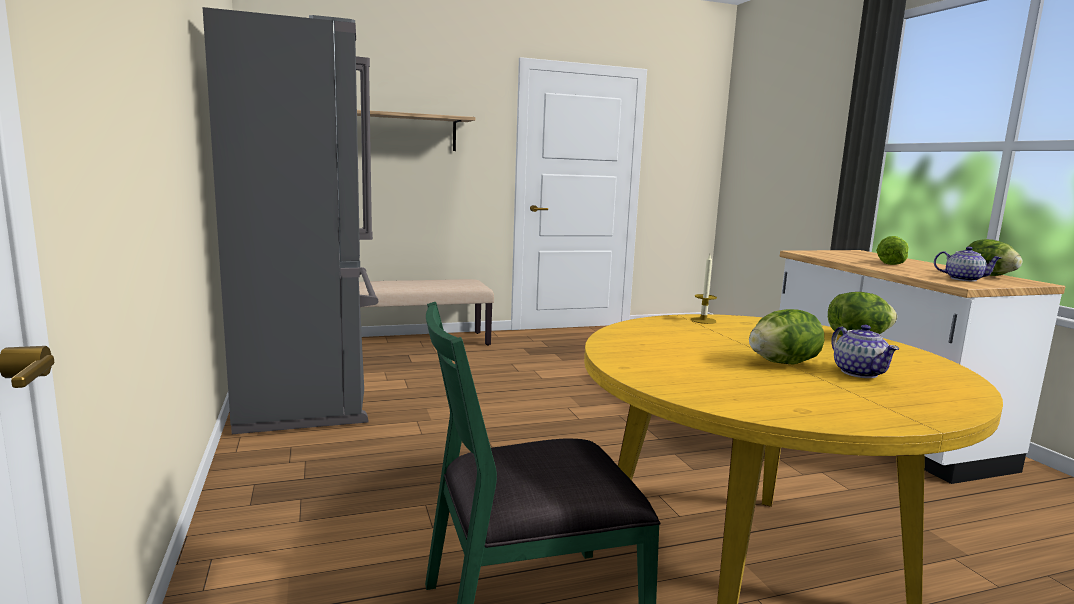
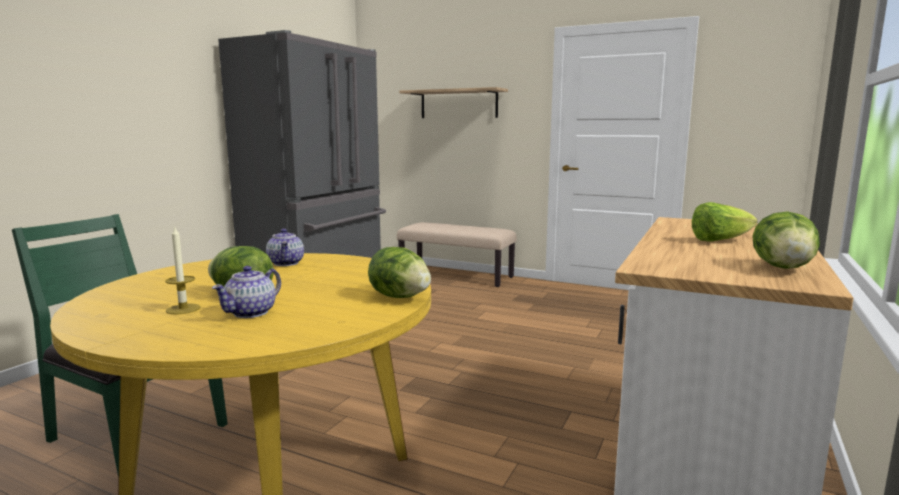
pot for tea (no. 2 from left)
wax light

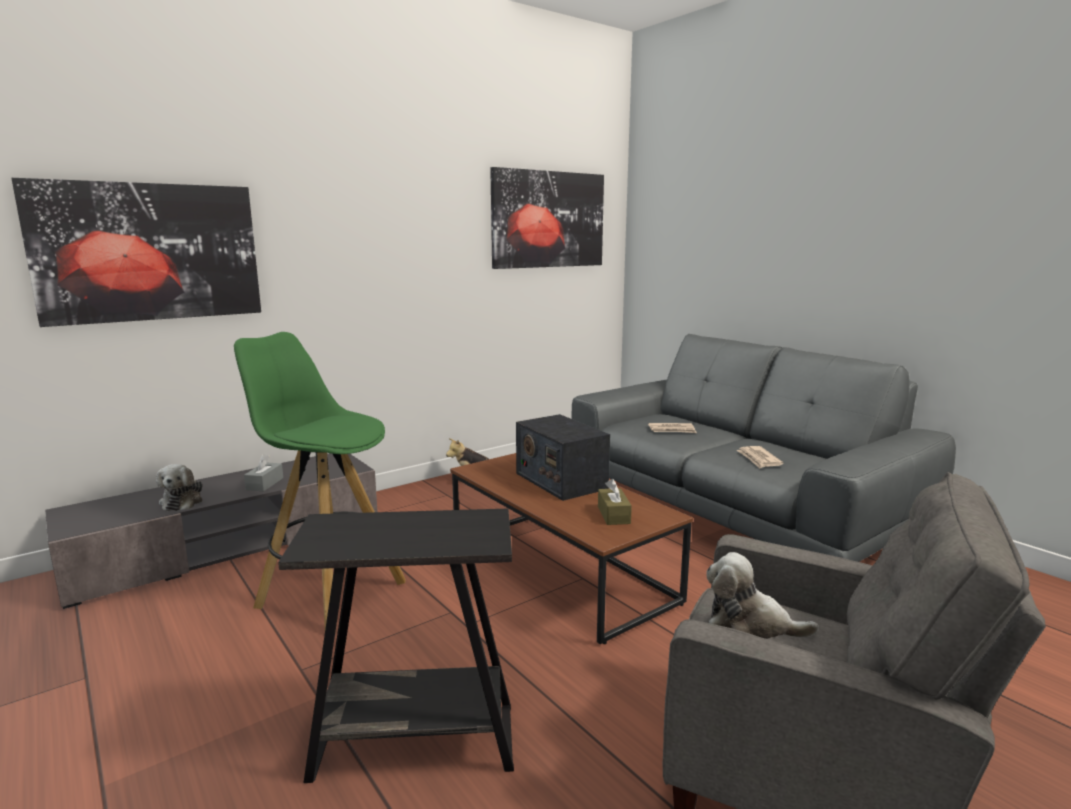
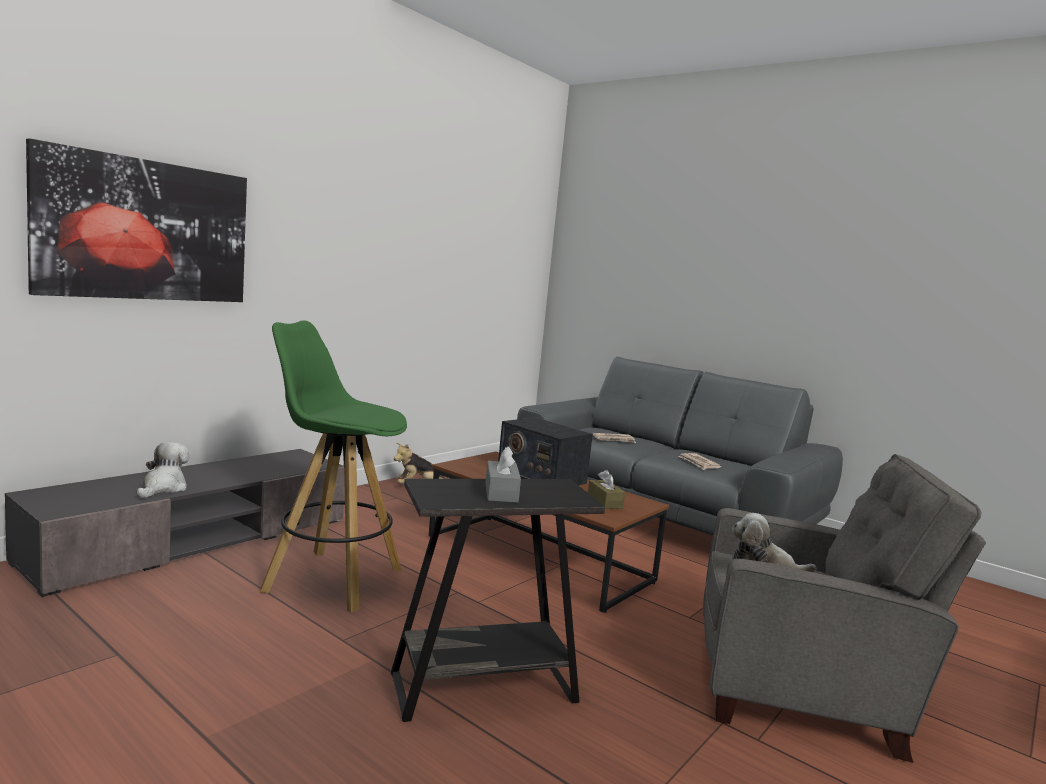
picture (no. 2 from left in the first image)
grey tissue box
plush toy (no. 1 from left)

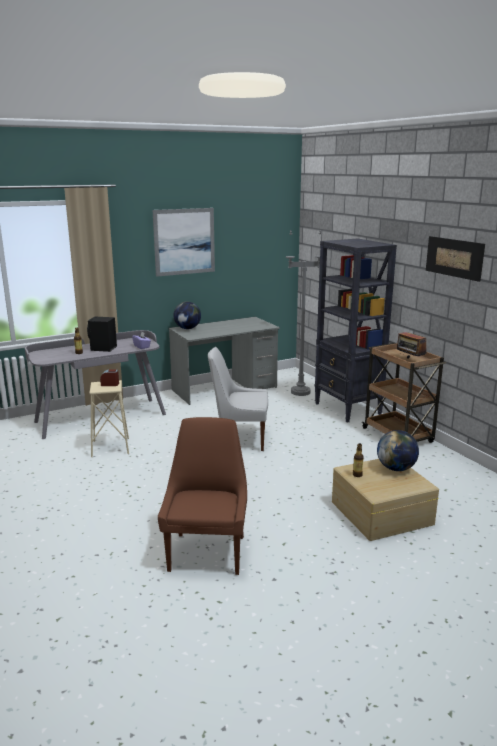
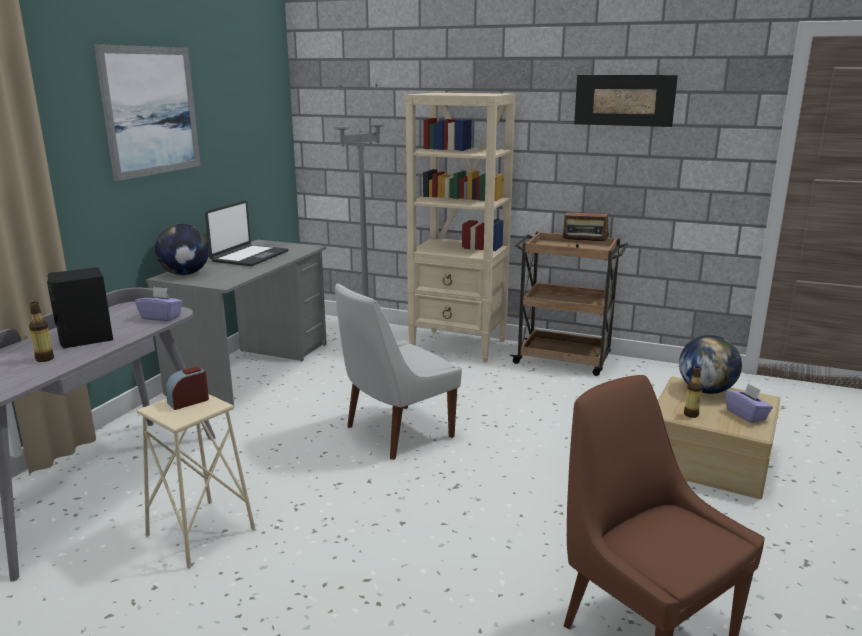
beige shelving unit
portable computer
purple-coloured tissue box (no. 2 from left)

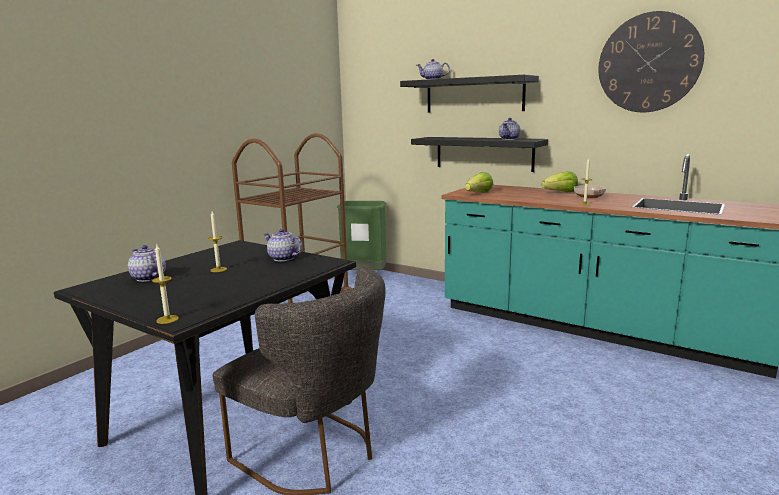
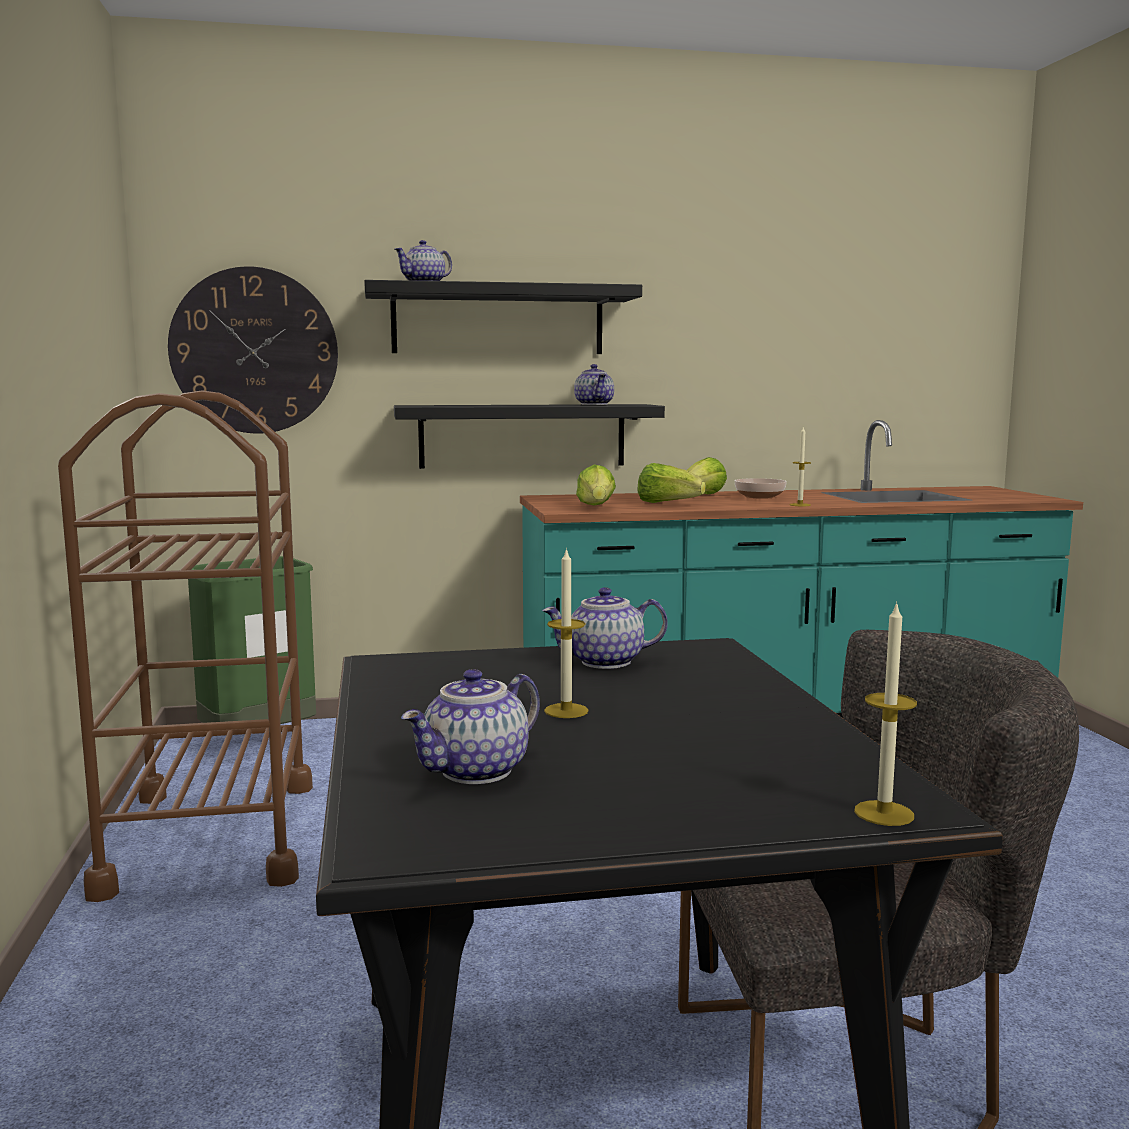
clock on the wall
pot for tea (no. 2 from left)
head of lettuce (no. 2 from left)

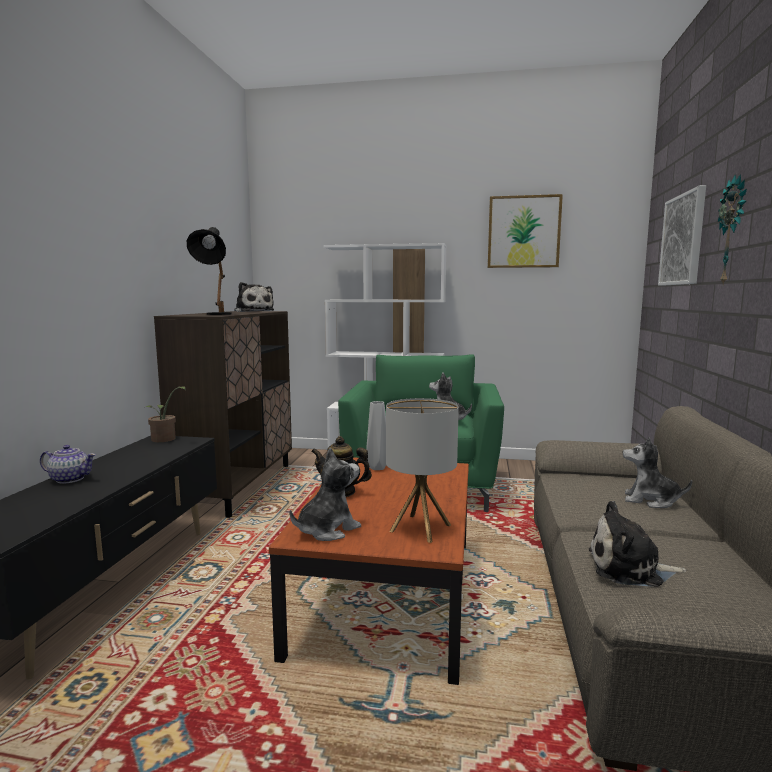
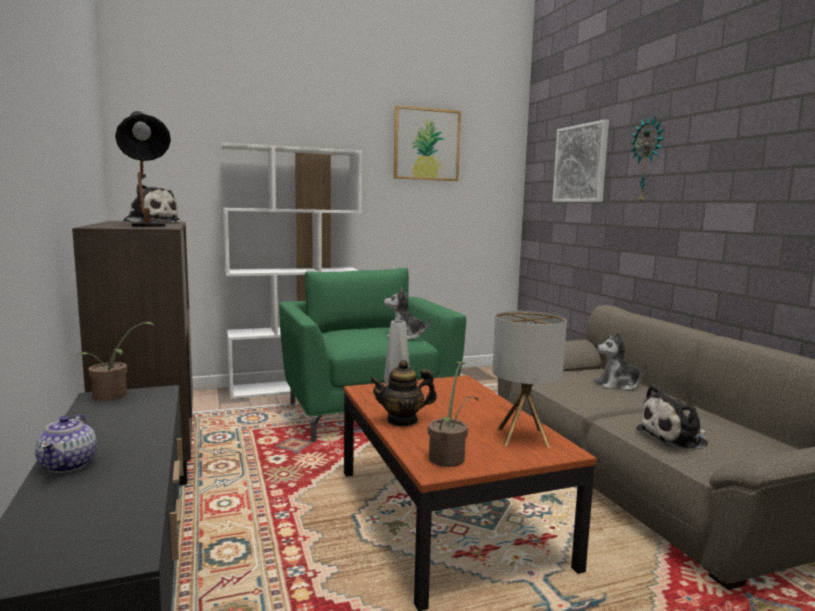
pot for tea (no. 1 from left)
potted plant (no. 2 from left)

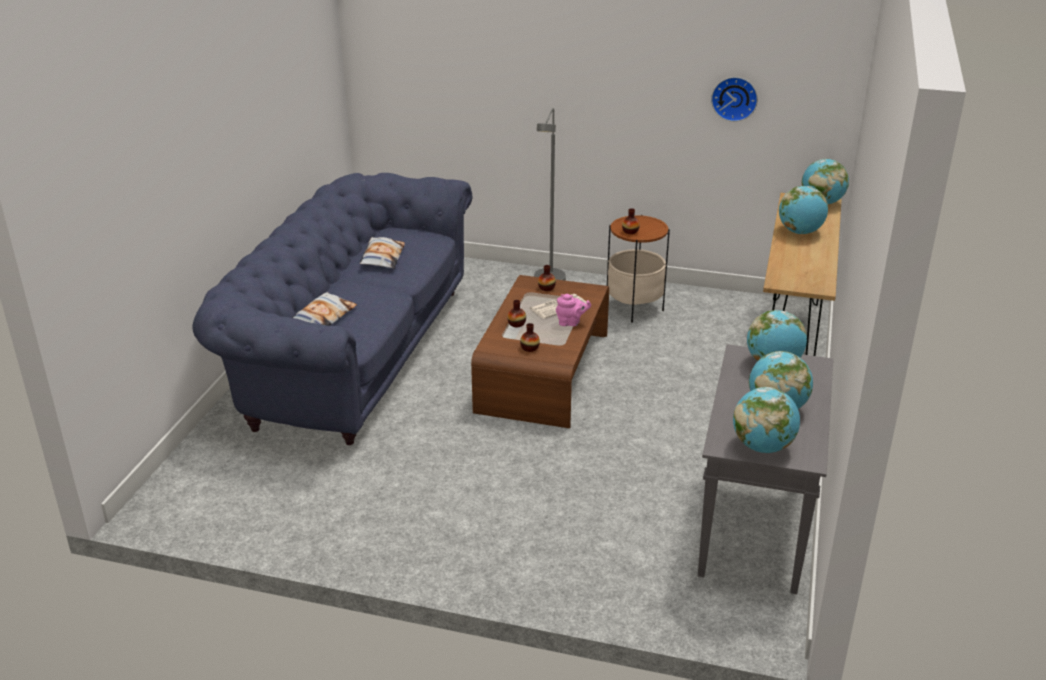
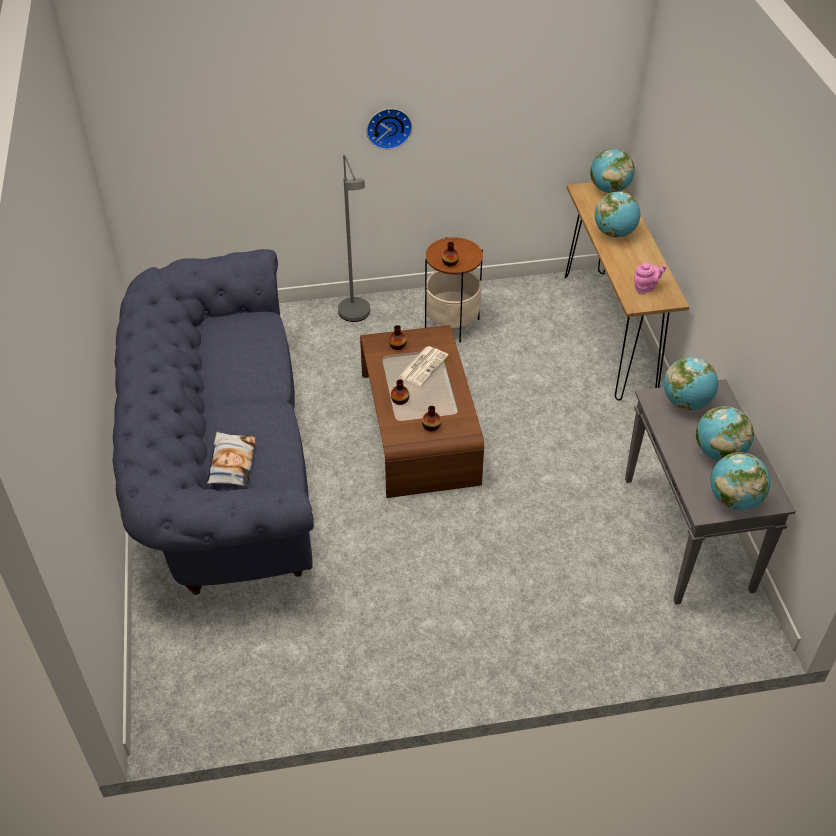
clock on the wall
pillow (no. 2 from left in the first image)
pink-coloured pot for tea

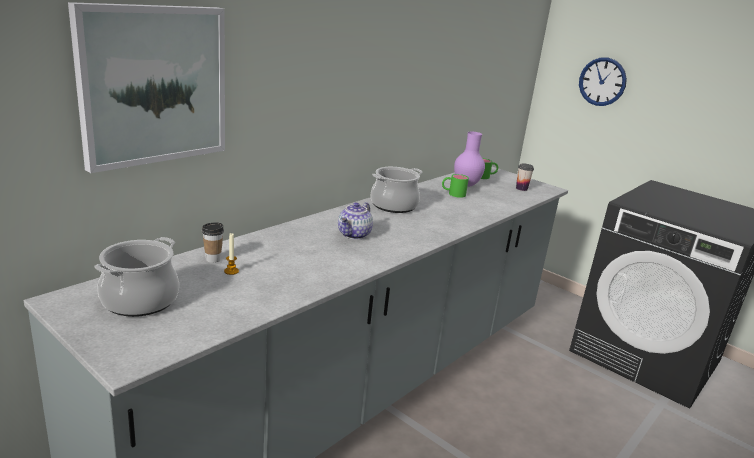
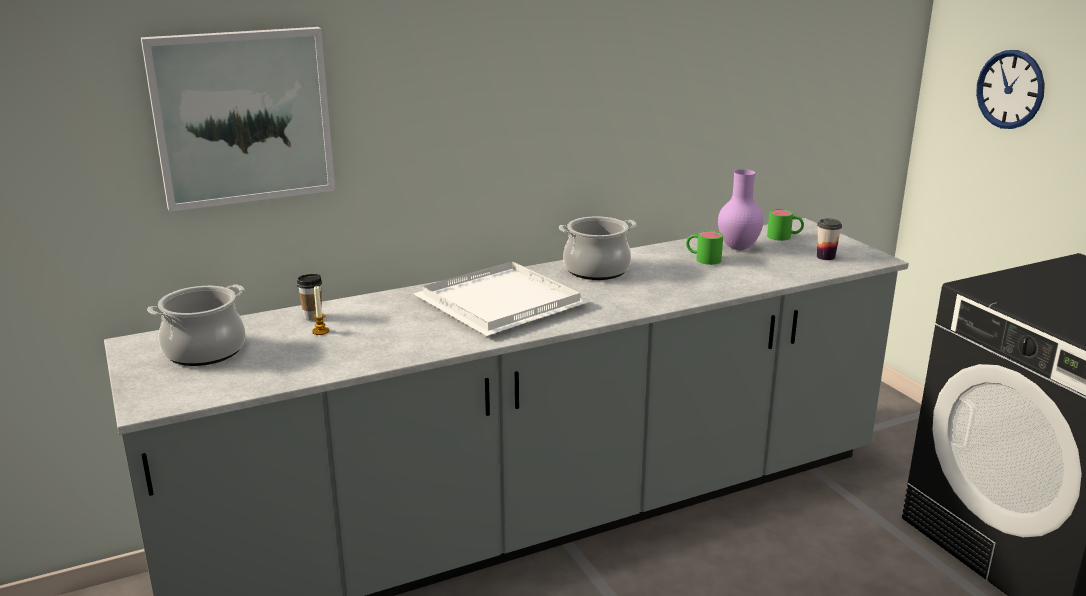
whitish carrying tray

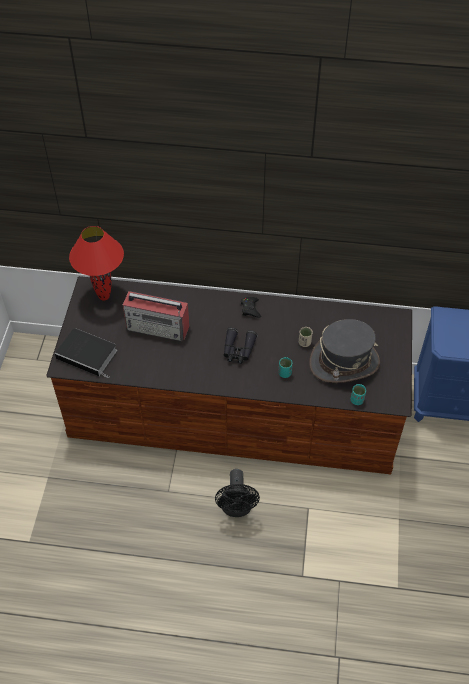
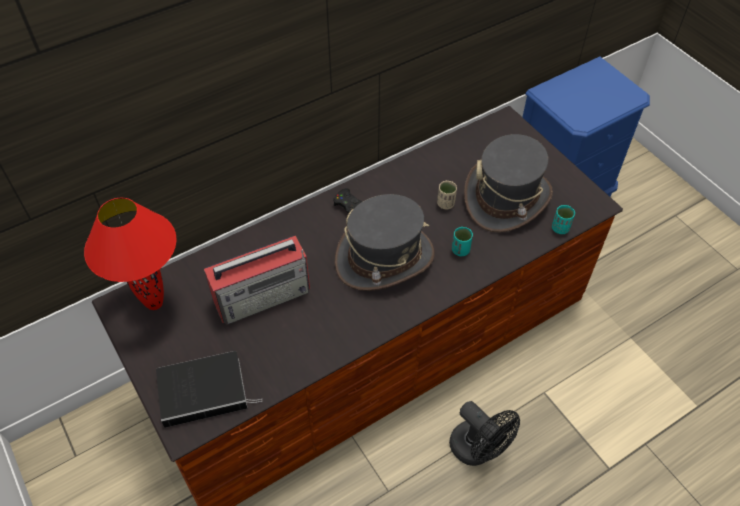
grey clothing hat (no. 1 from left)

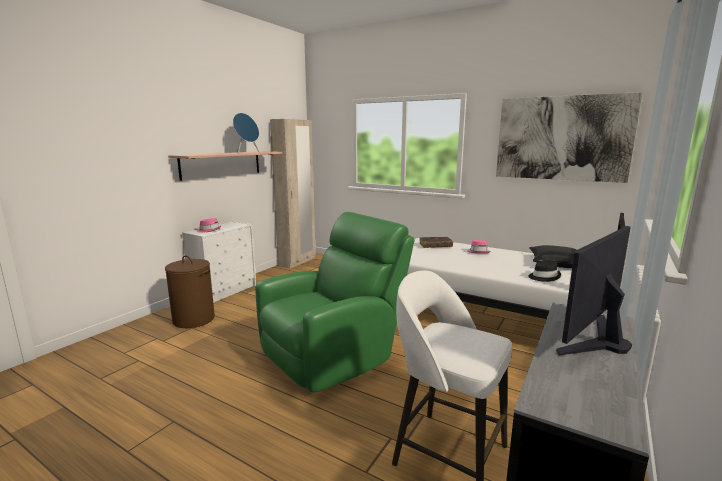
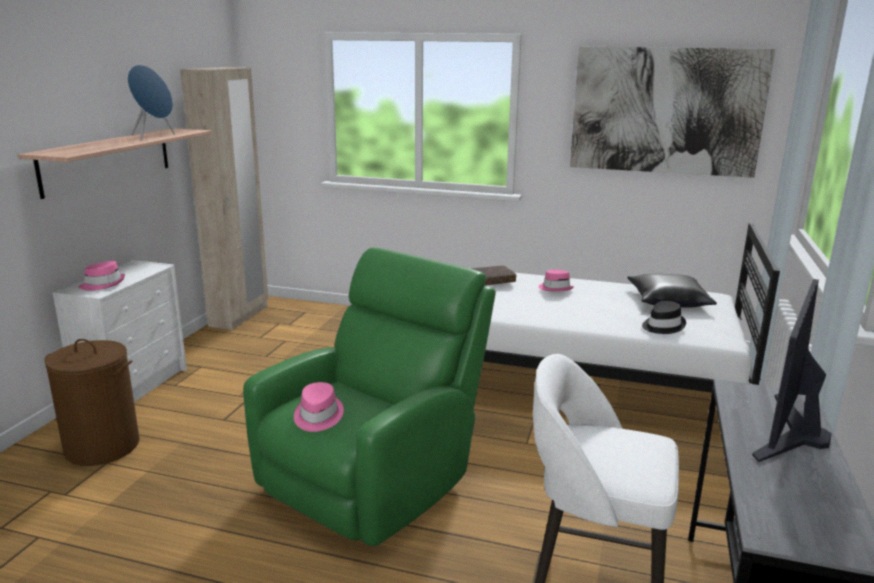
pink-coloured clothing hat (no. 2 from left)

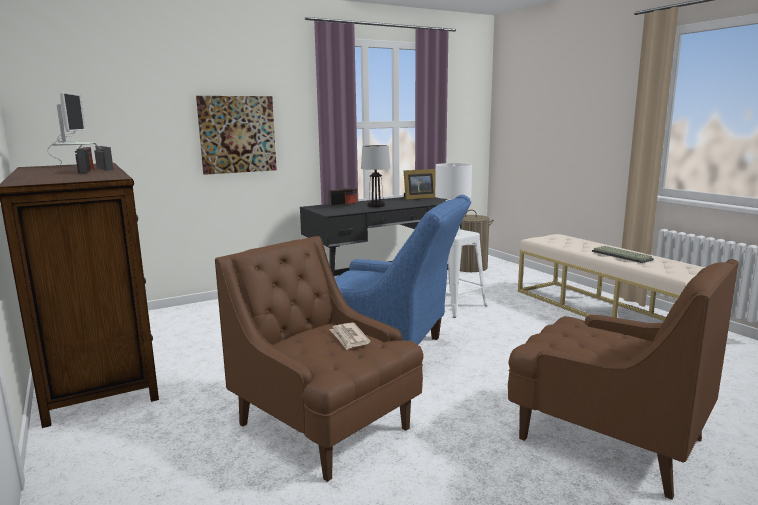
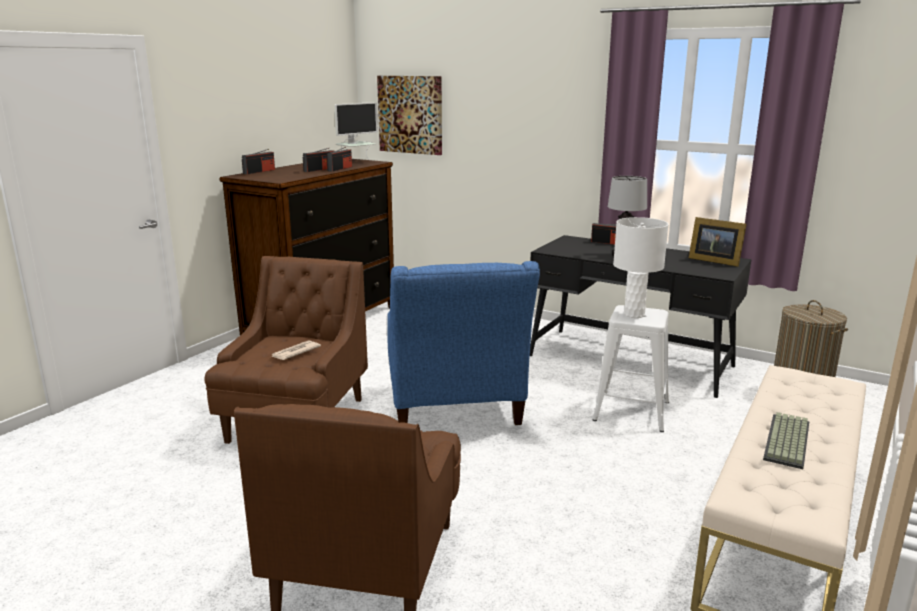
picture
radio receiver (no. 1 from left)

